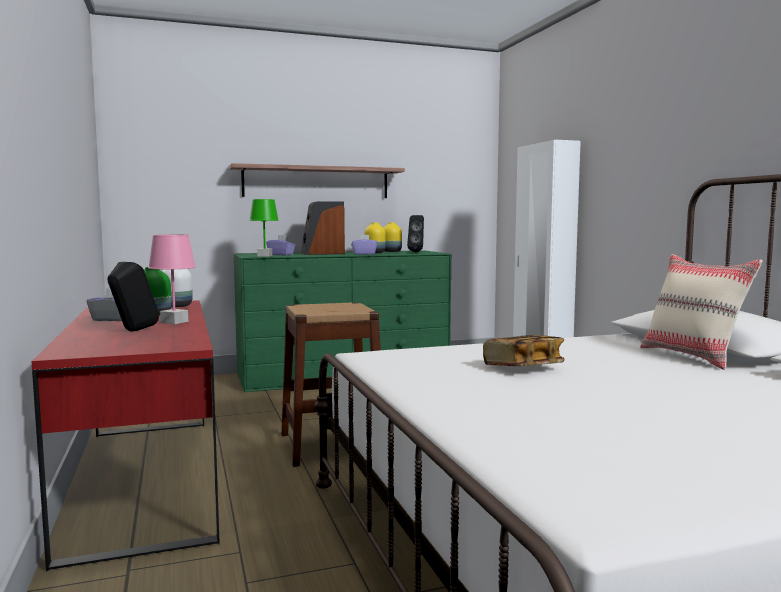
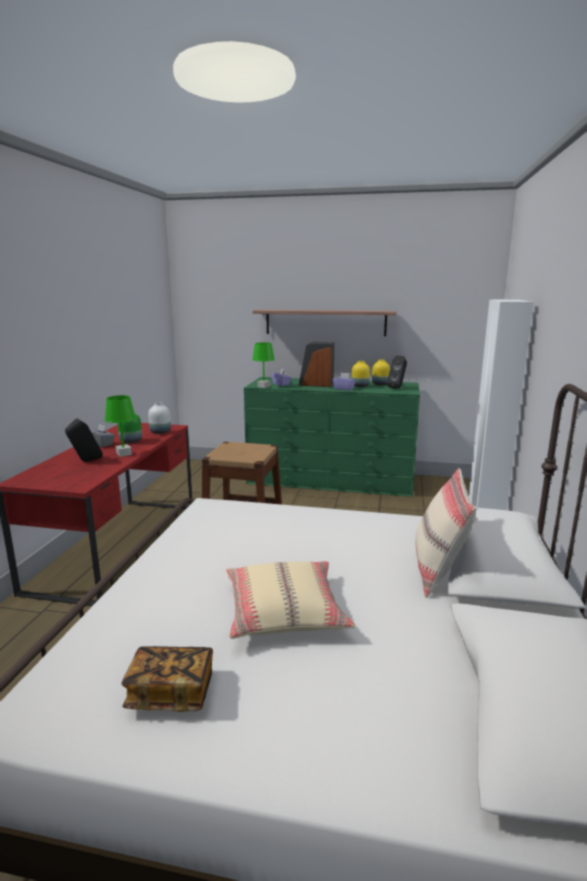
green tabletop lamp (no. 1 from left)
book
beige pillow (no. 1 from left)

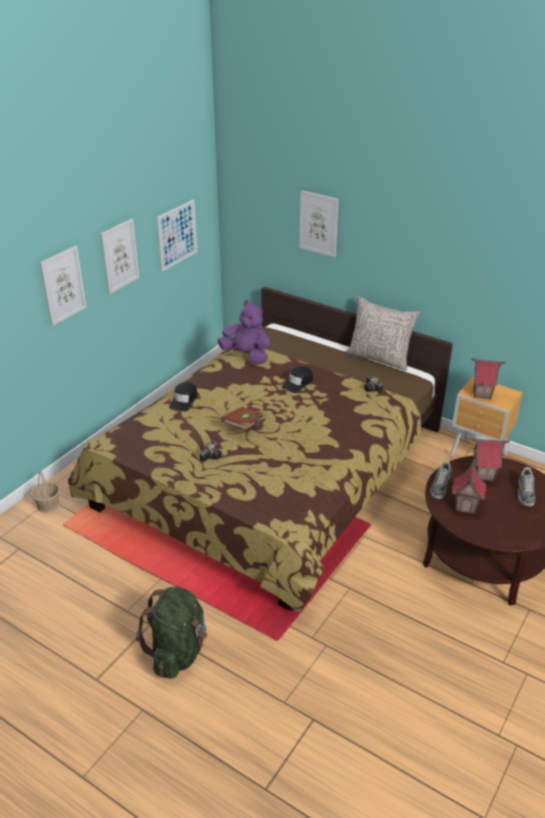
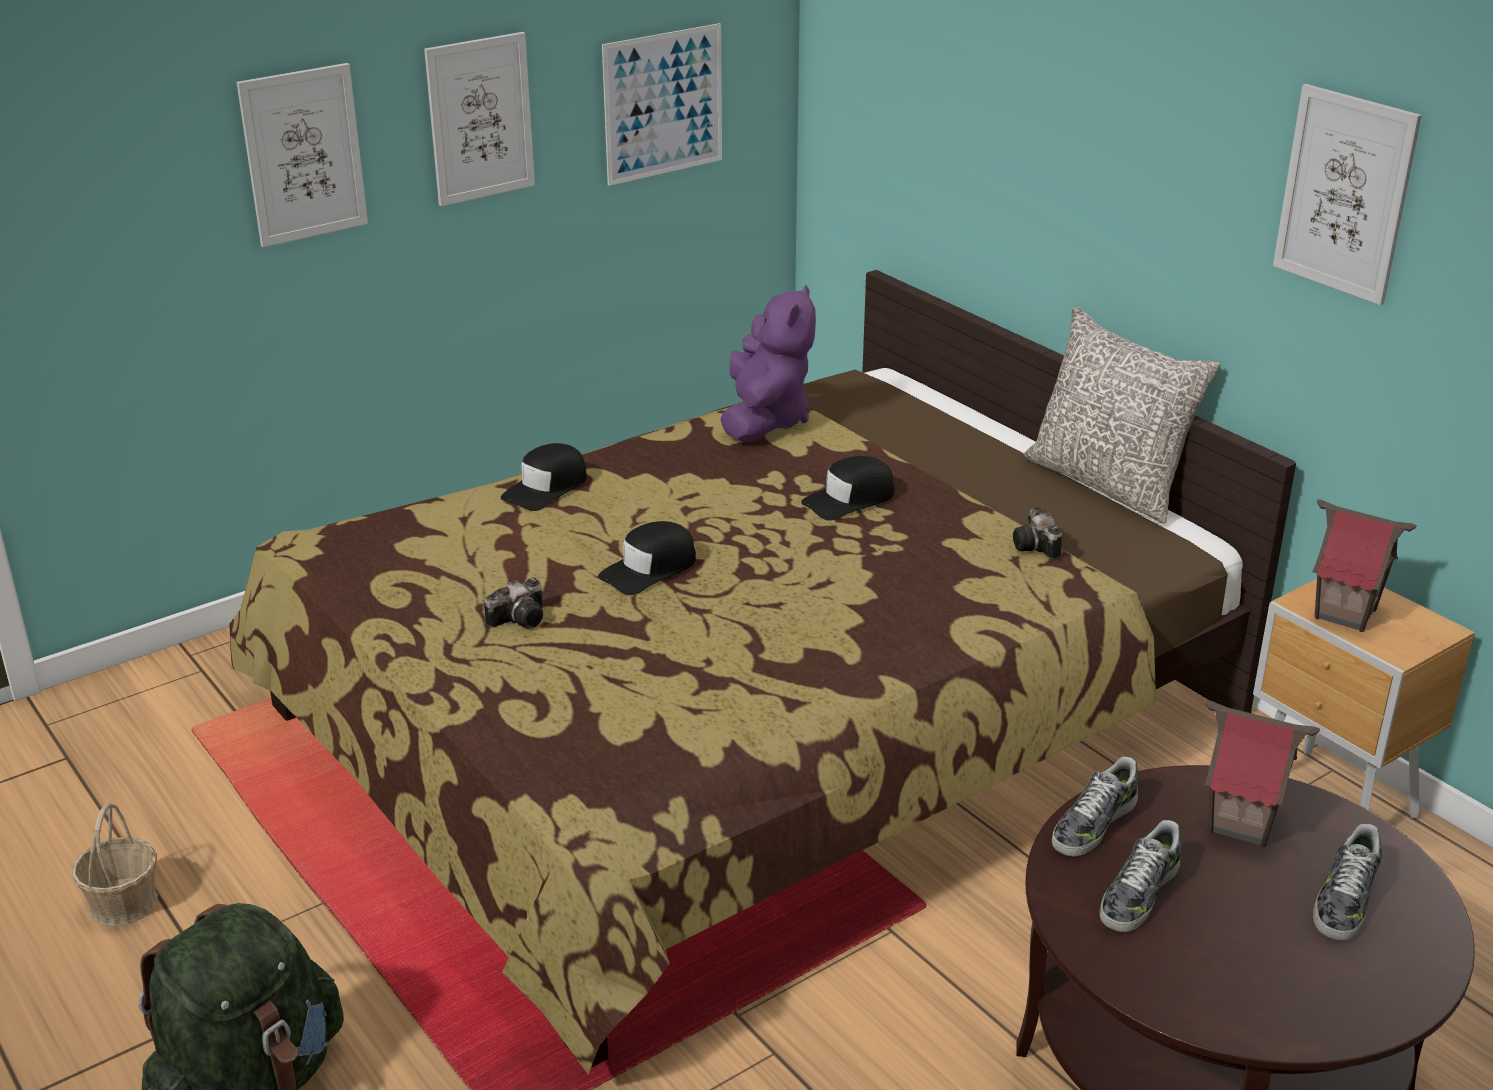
picture (no. 4 from left)
purple-coloured plush toy
black baseball cap (no. 2 from left)
low shoe (no. 2 from left)
storage basket

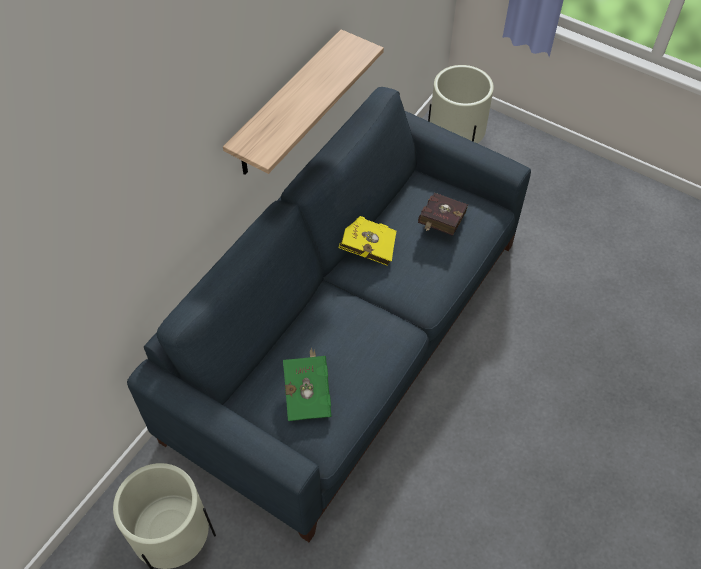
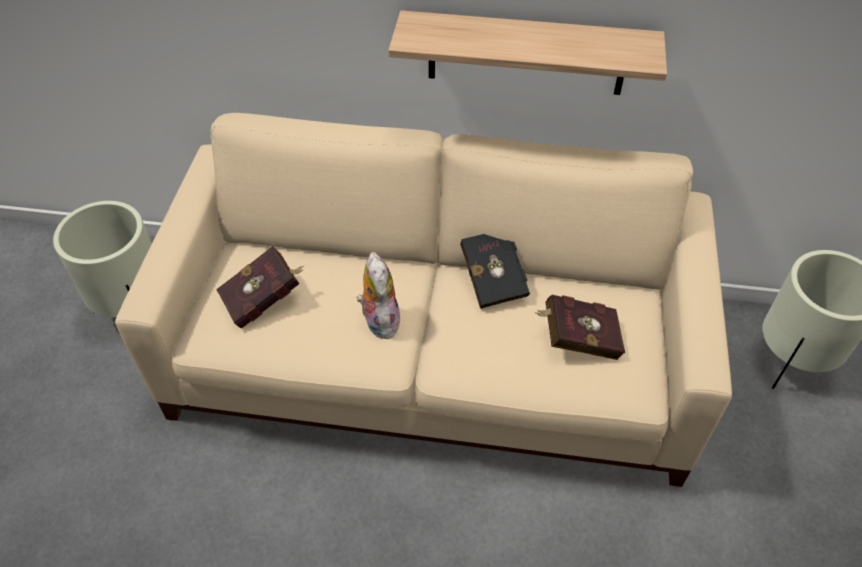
beige sofa
black book
red-coloured book (no. 1 from left)
plush toy

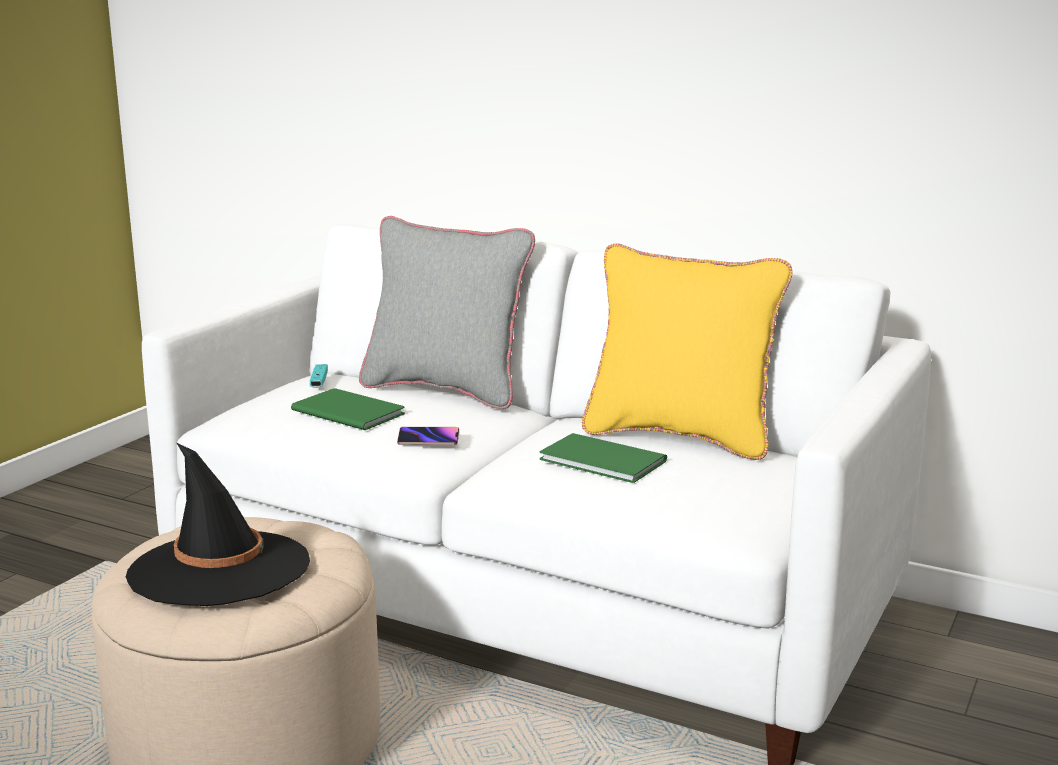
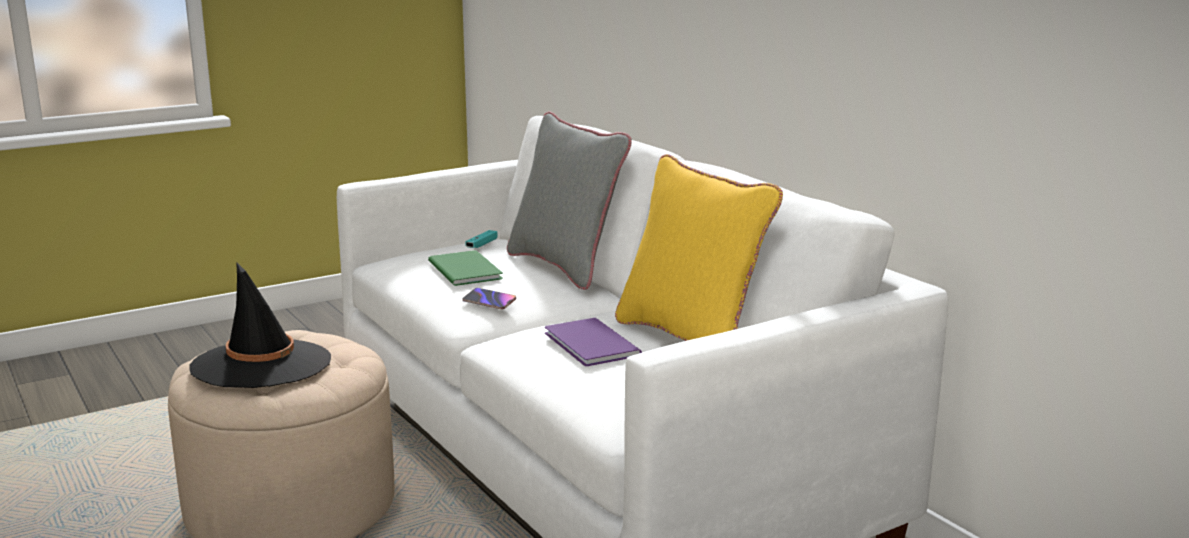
purple-coloured book

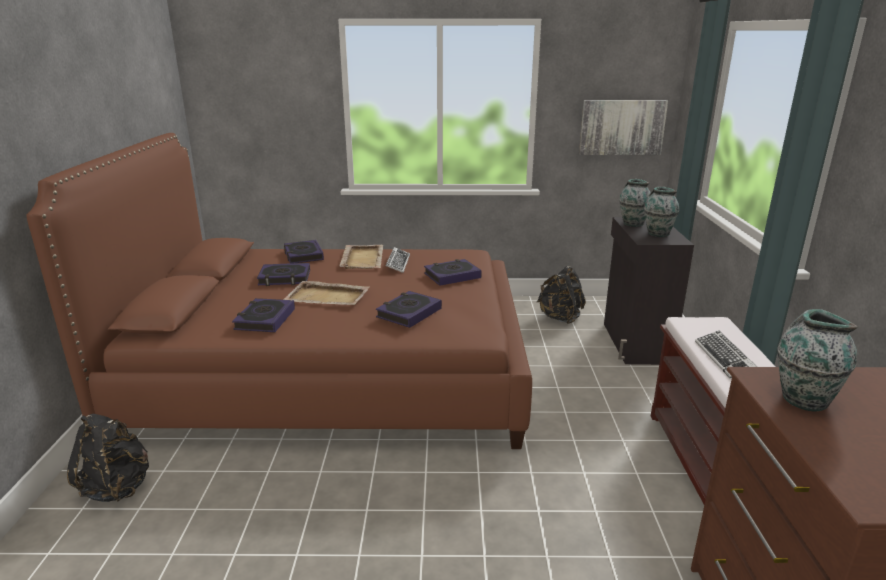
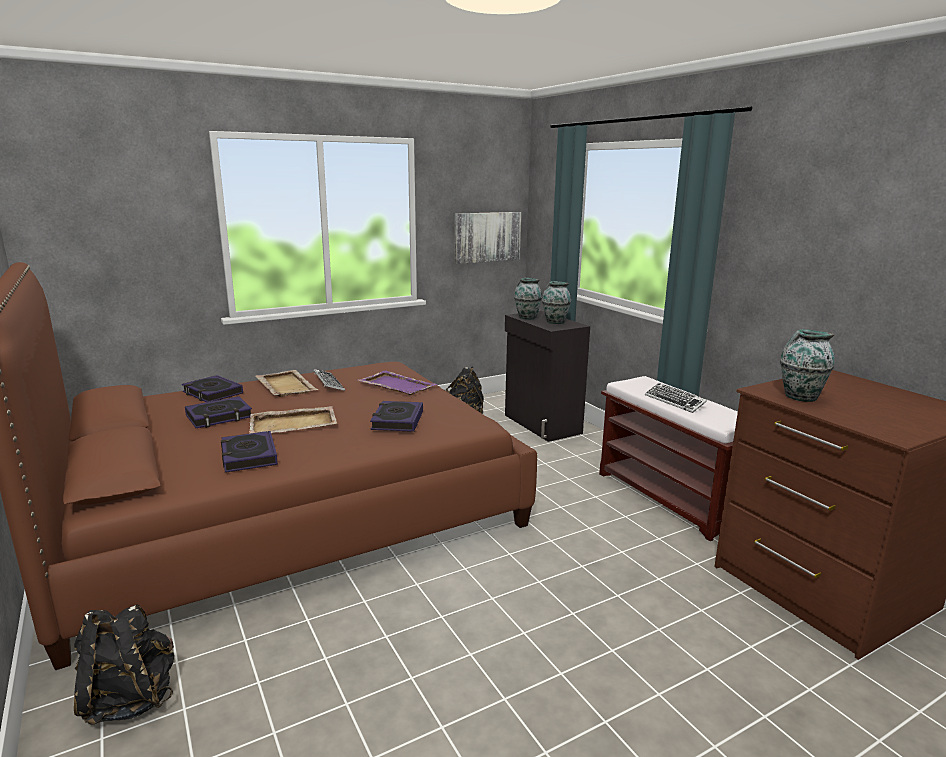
purple-coloured carrying tray

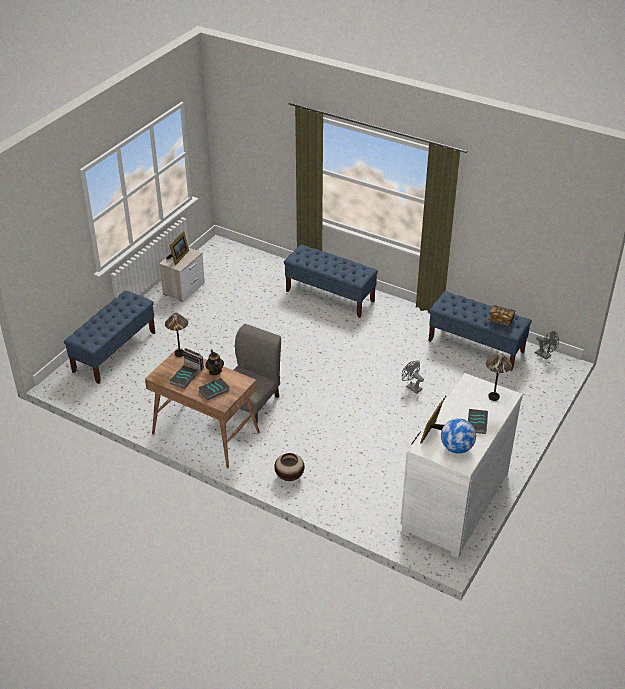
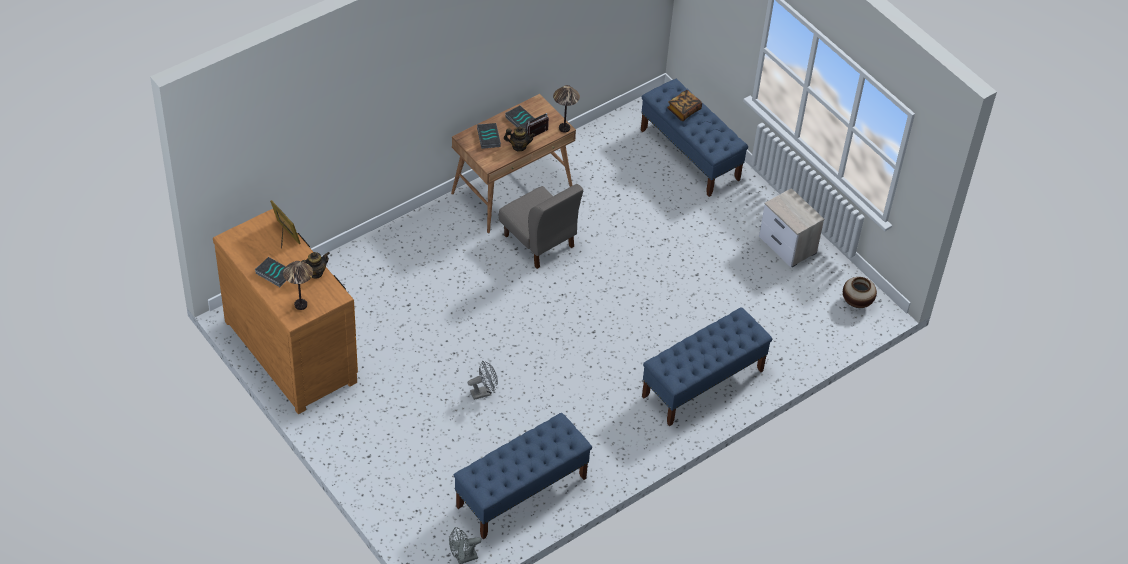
picture frame (no. 1 from left in the first image)
book (no. 4 from left)
brown drawer chest
globe
decorative vase
pot for tea (no. 1 from left)

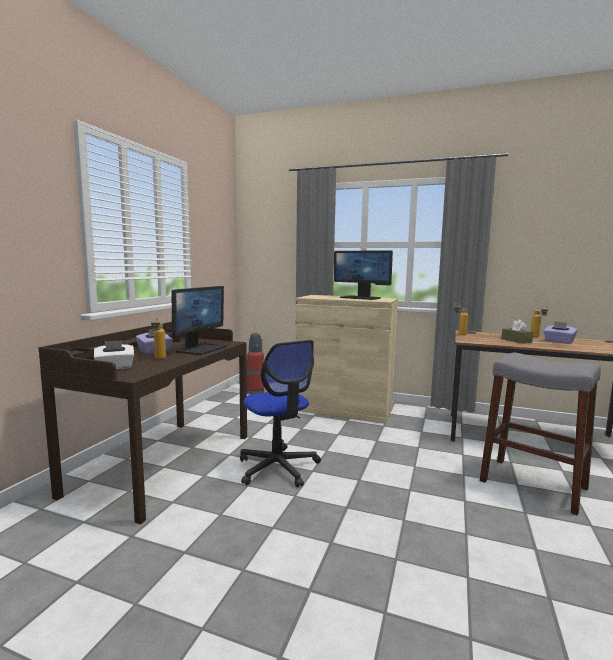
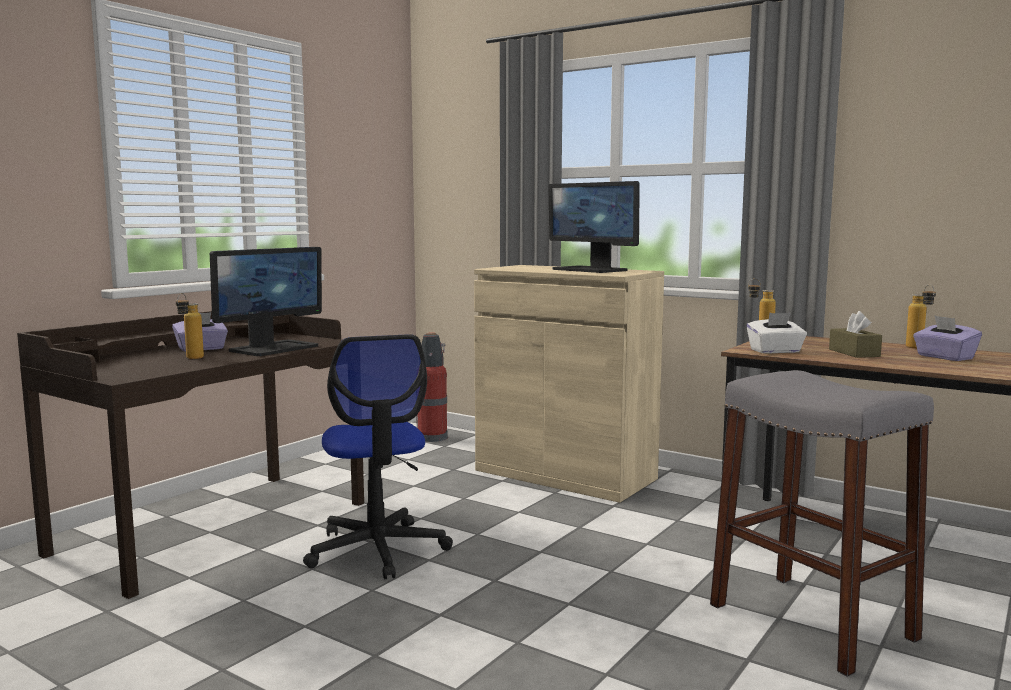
whitish tissue box

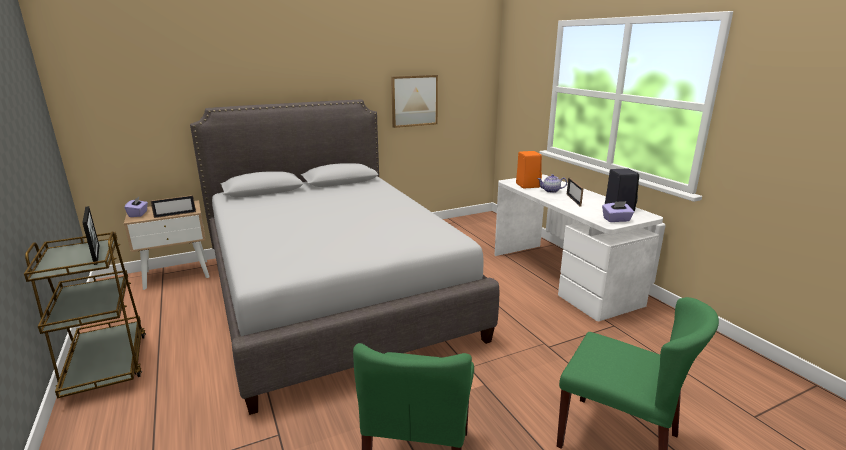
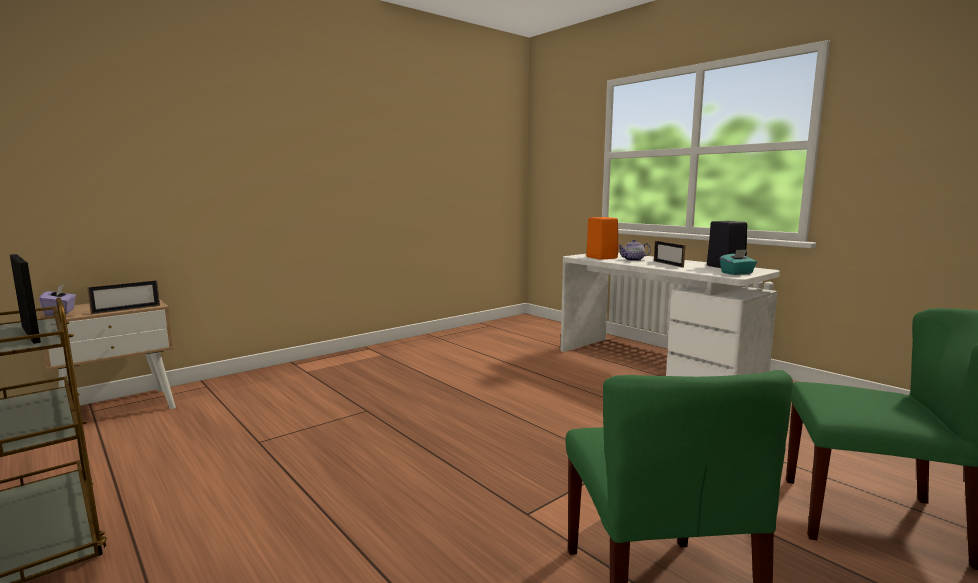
picture
grey sleeping bed
turquoise tissue box

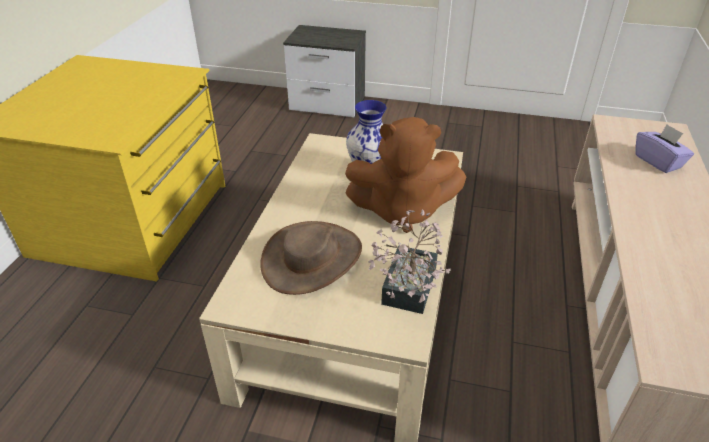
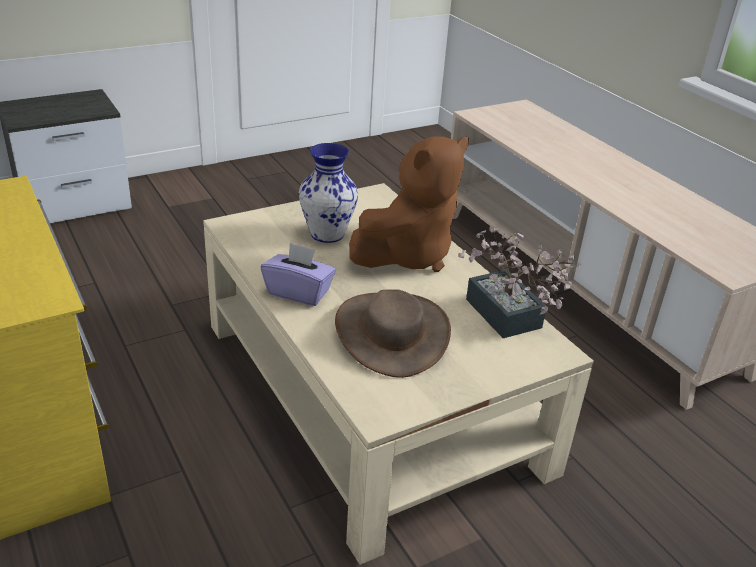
purple-coloured tissue box

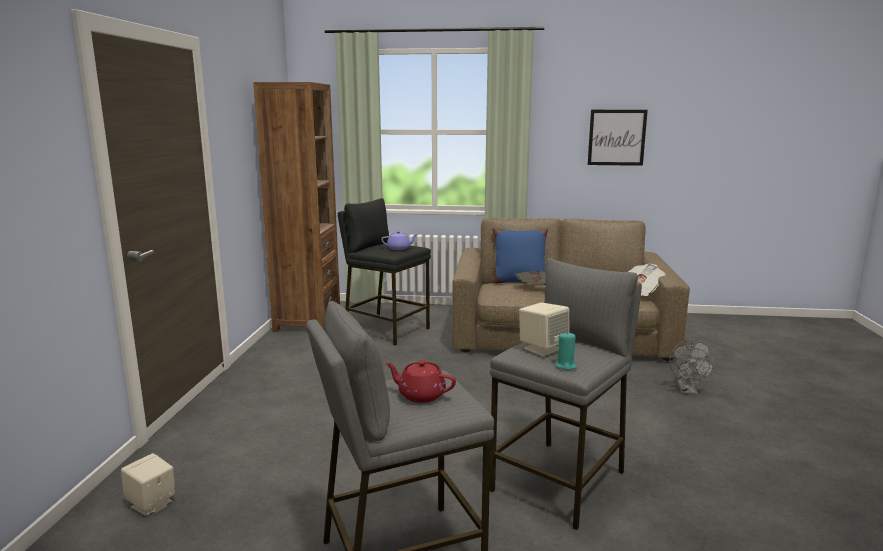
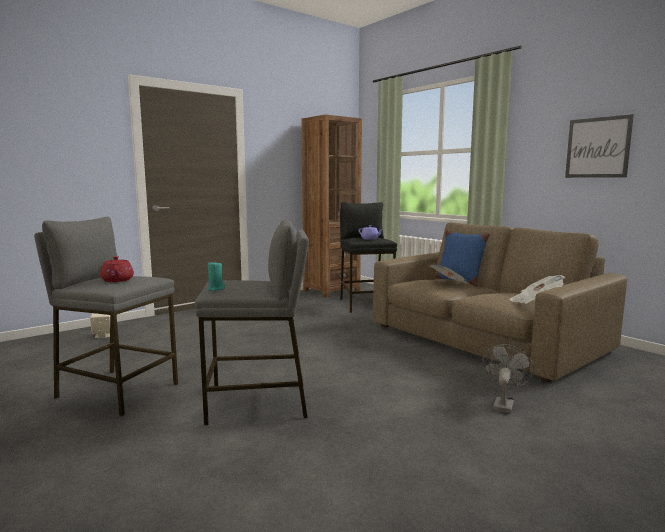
beige loudspeaker (no. 2 from left in the first image)
grey fan

